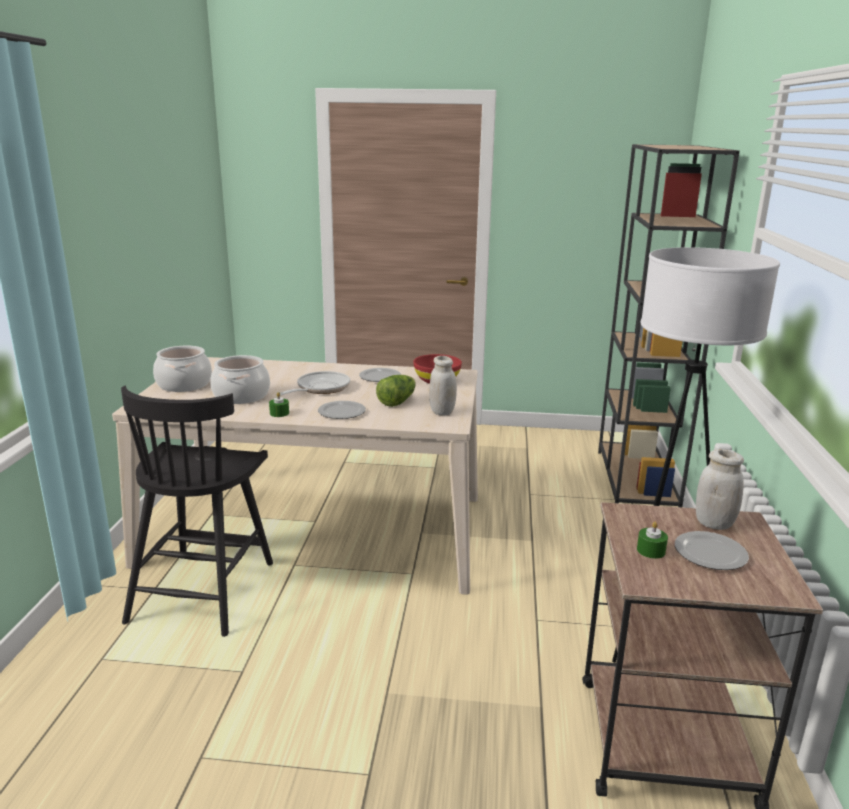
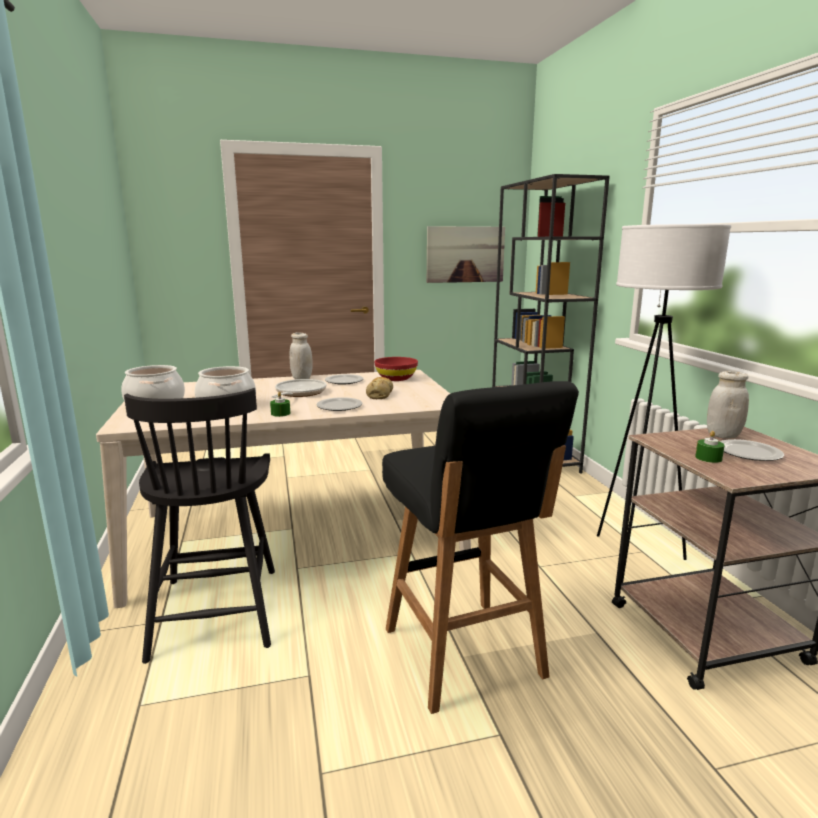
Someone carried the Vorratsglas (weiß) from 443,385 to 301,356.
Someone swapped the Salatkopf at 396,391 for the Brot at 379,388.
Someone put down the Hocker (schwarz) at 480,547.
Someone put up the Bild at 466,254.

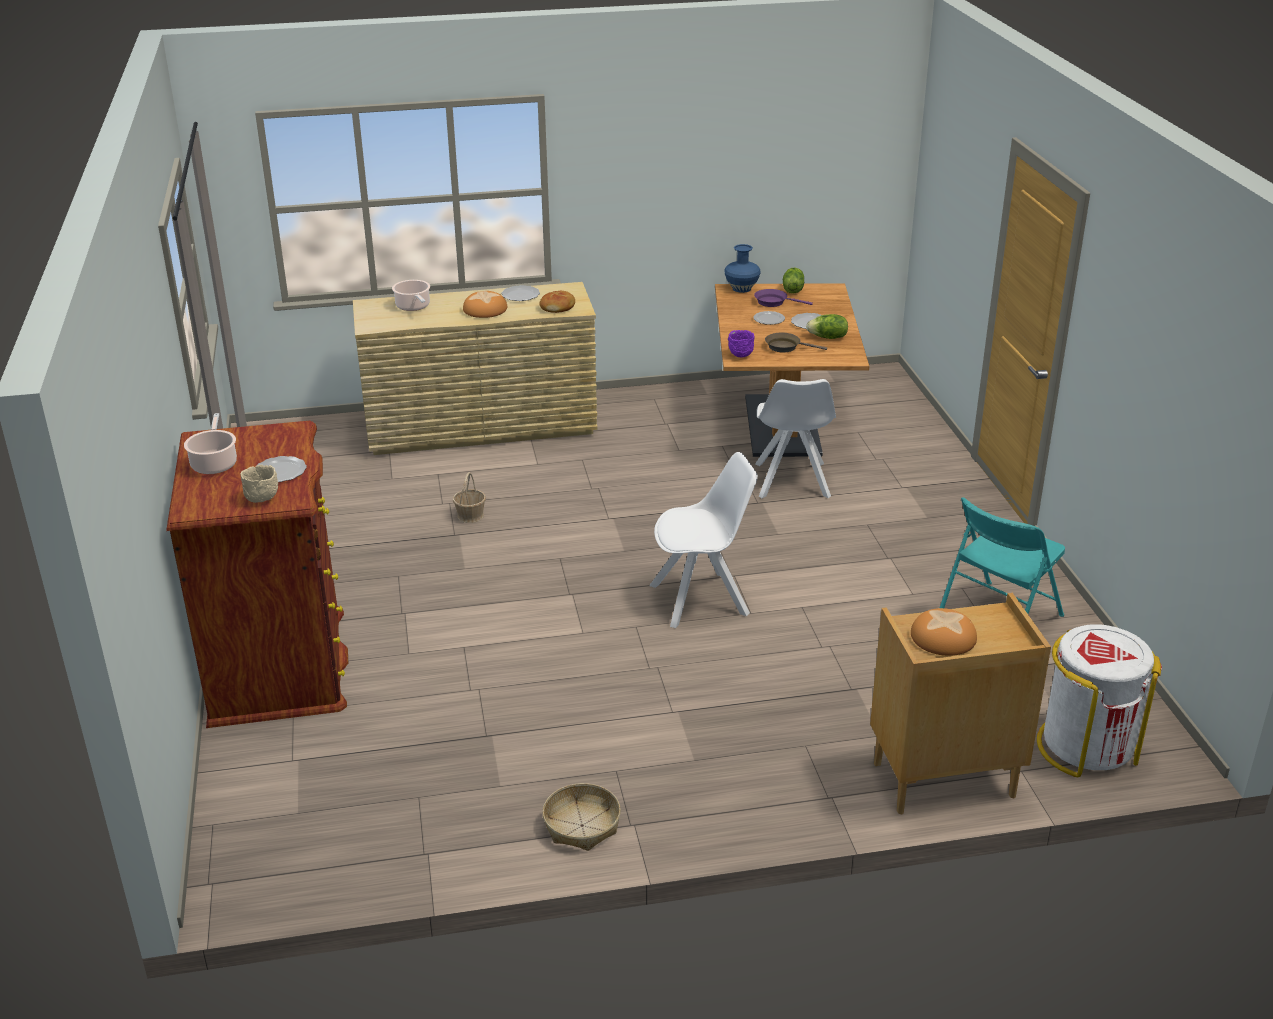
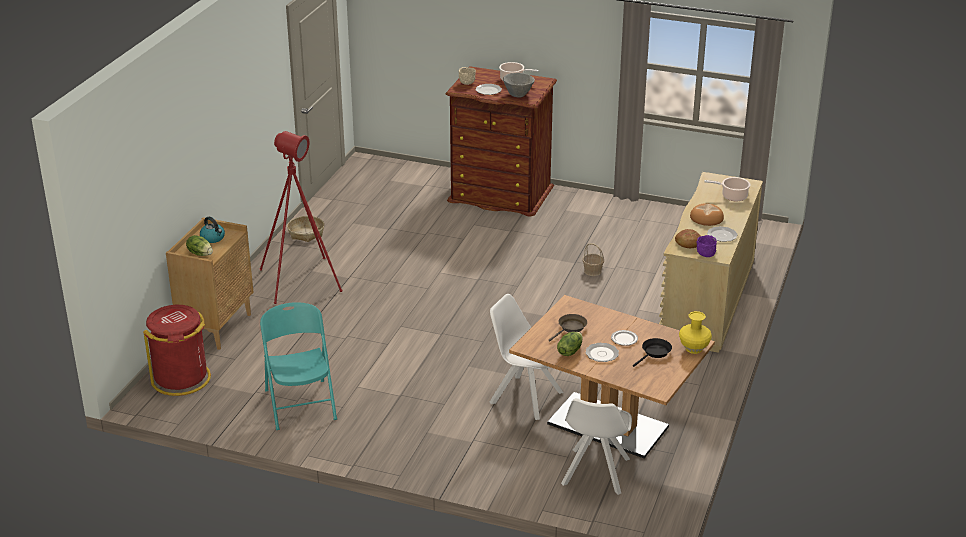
Someone repainted the Mülleimer (weiß) at 1099,700, which became the Mülleimer (rot) at 177,350.
Someone carried the Salatkopf from 793,281 to 199,245.
Someone swapped the Brot at 944,632 for the Wasserkessel at 212,229.
Someone put down the Stehlampe (rot) at 301,217.
Someone put down the Schüssel (grau) at 519,85.
Someone carried the Stuhl (weiß) from 703,540 to 596,446.
Someone repainted the Pfanne (lila) at 783,298, which became the Pfanne (schwarz) at 652,352.
Someone repainted the Vase (blau) at 743,268, which became the Vase (gelb) at 695,332.
Someone carried the Schüssel (lila) from 741,344 to 706,246.

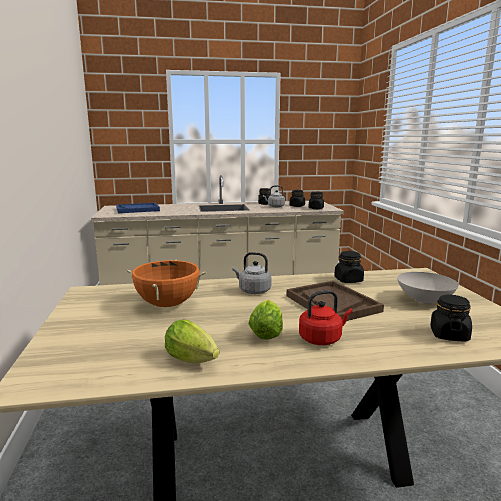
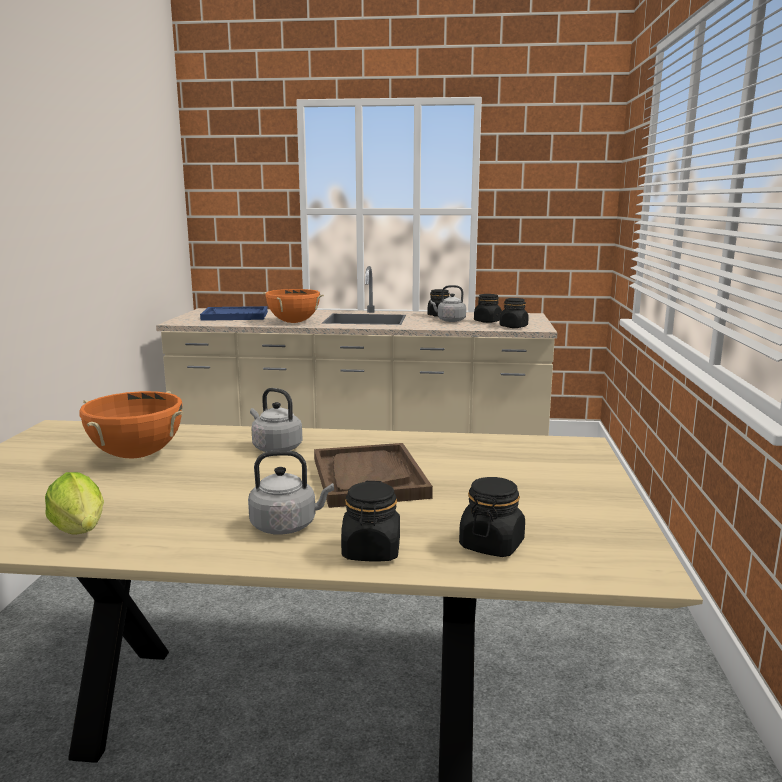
Someone repainted the Wasserkessel (rot) at 326,317, which became the Wasserkessel (grau) at 291,492.
Someone put down the Kochtopf (orange) at 293,306.
Someone carried the Vorratsglas (schwarz) from 349,267 to 370,521.
Someone took away the Salatkopf at 265,320.
Someone took away the Schüssel (weiß) at 428,288.

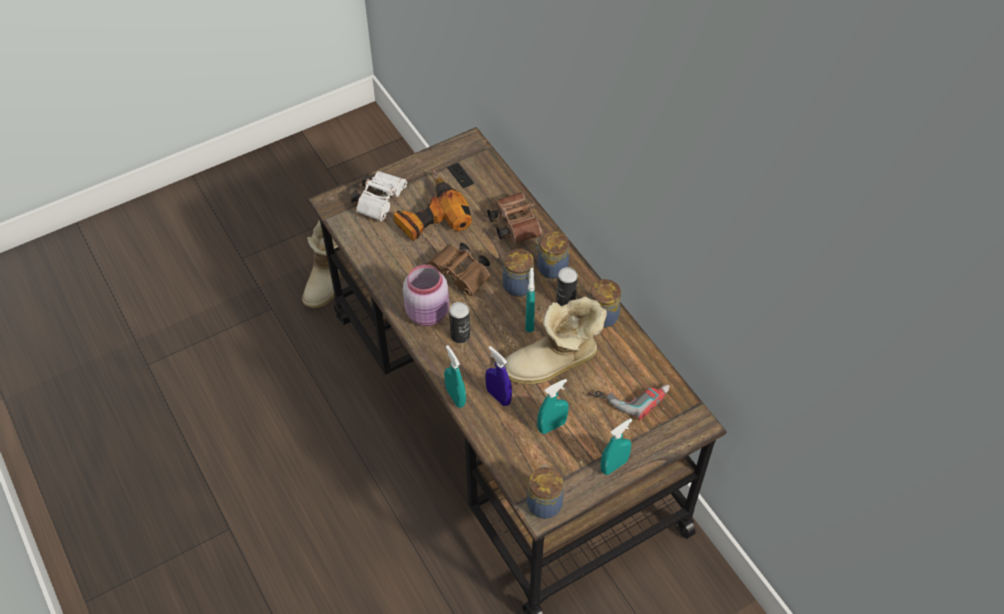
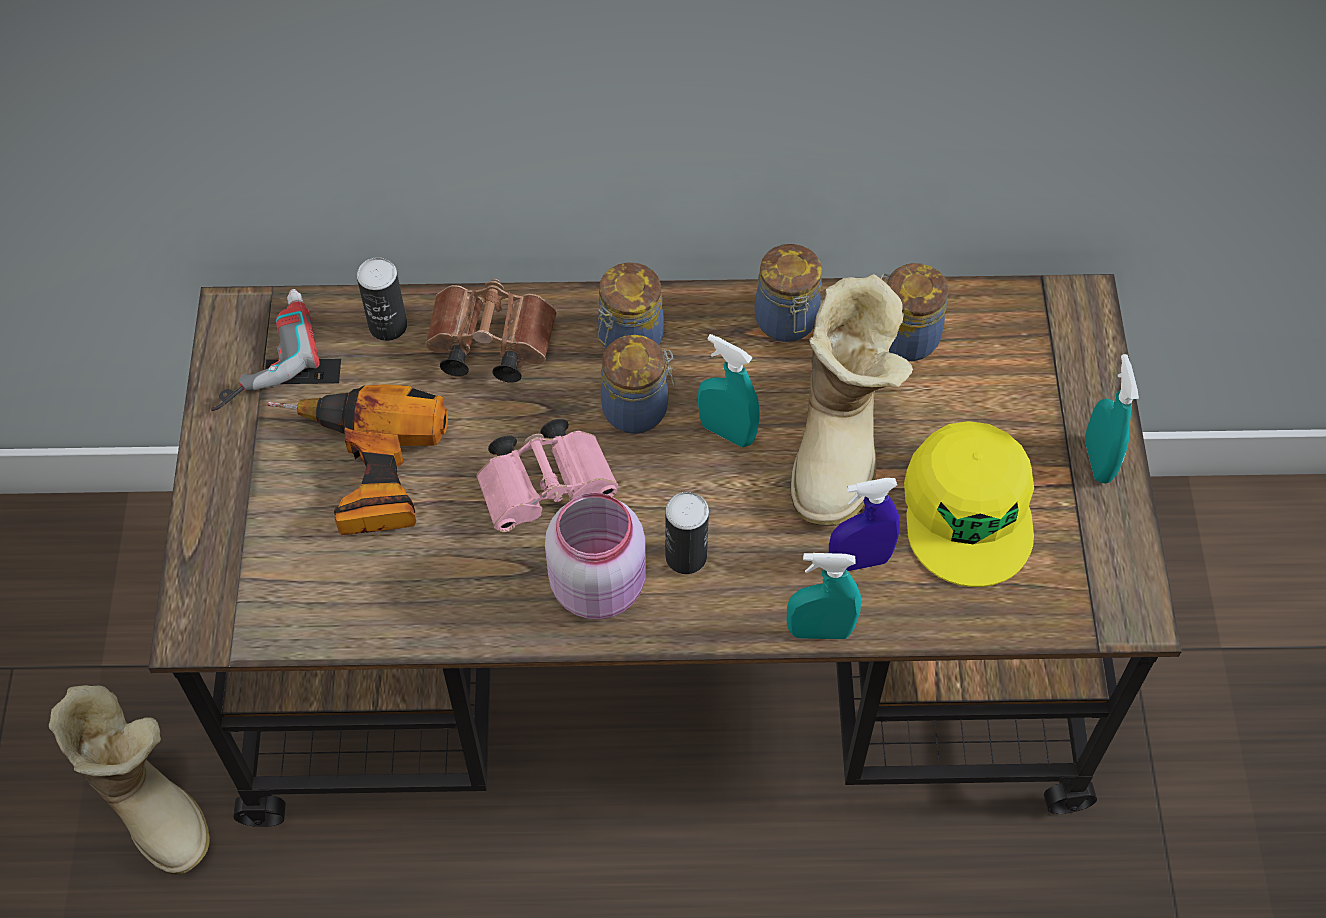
Someone carried the Bohrmaschine from 629,402 to 265,350.
Someone carried the Dose from 567,286 to 382,299.
Someone repainted the Fernglas (braun) at 458,269, which became the Fernglas (rosa) at 547,476.
Someone carried the Vorratsglas from 545,491 to 914,312.
Someone swapped the Sprühflasche (türkis) at 553,406 for the Kappe (gelb) at 969,504.
Someone took away the Fernglas (weiß) at 379,196.

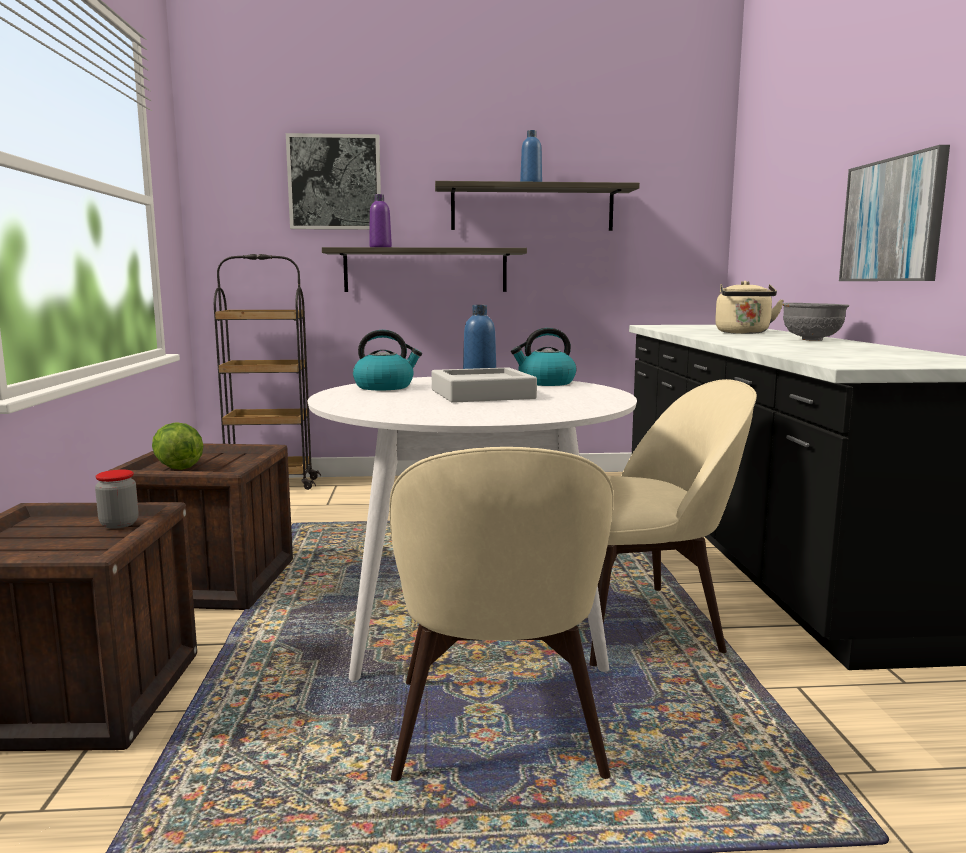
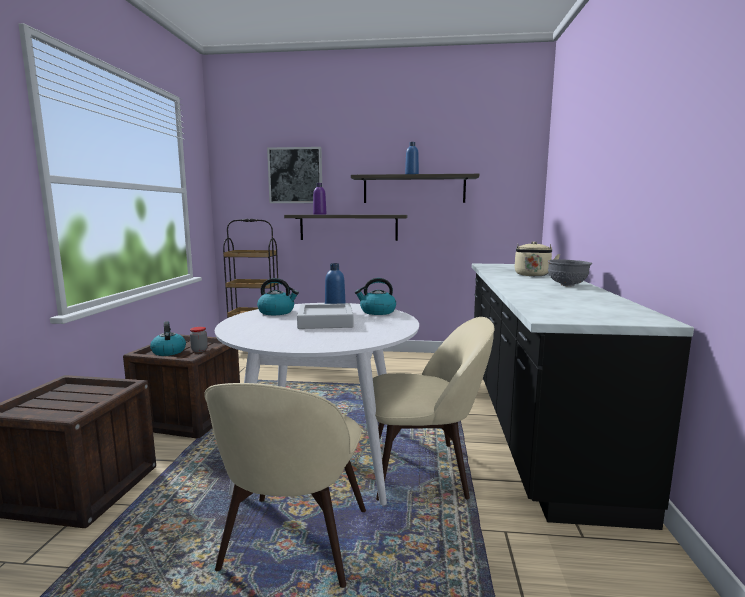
Someone swapped the Salatkopf at 177,446 for the Wasserkessel at 168,338.
Someone carried the Vorratsglas from 117,499 to 199,339.
Someone took away the Bild at 894,213.

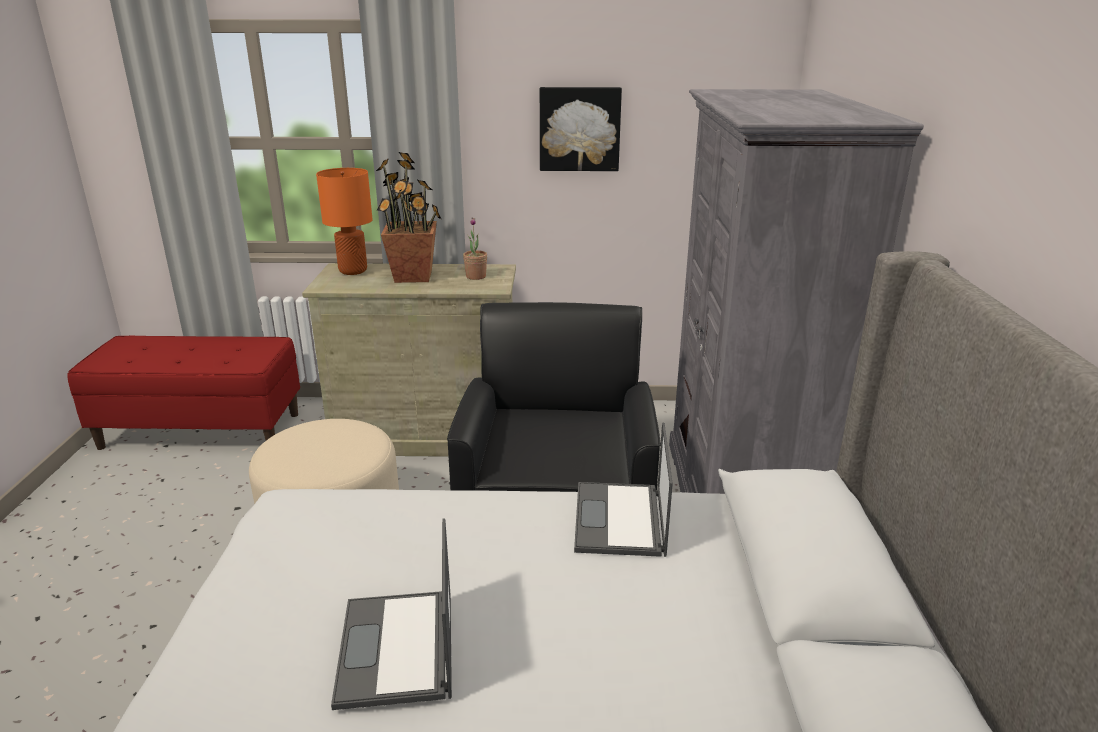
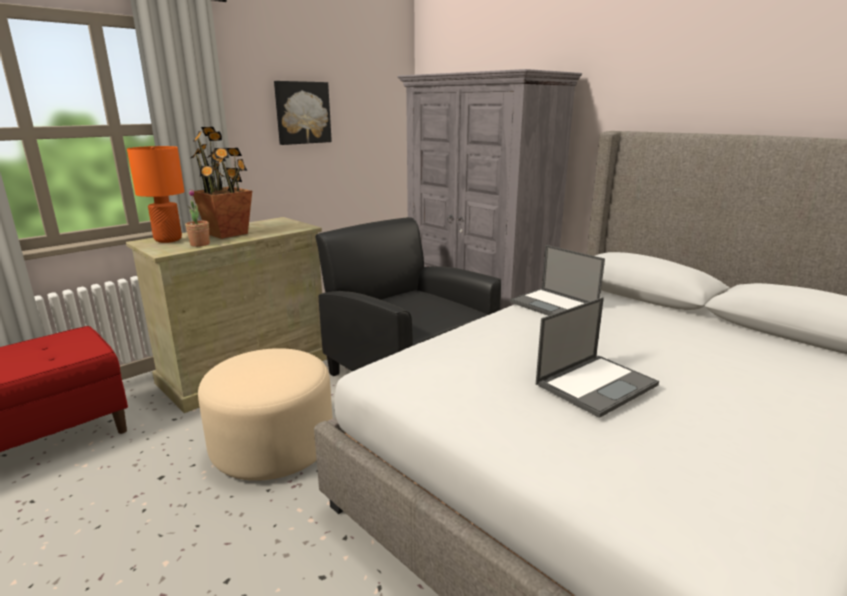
Someone carried the Topfpflanze from 475,249 to 197,218.
Someone rotated the Laptop at 391,614 by 75 degrees counterclockwise.

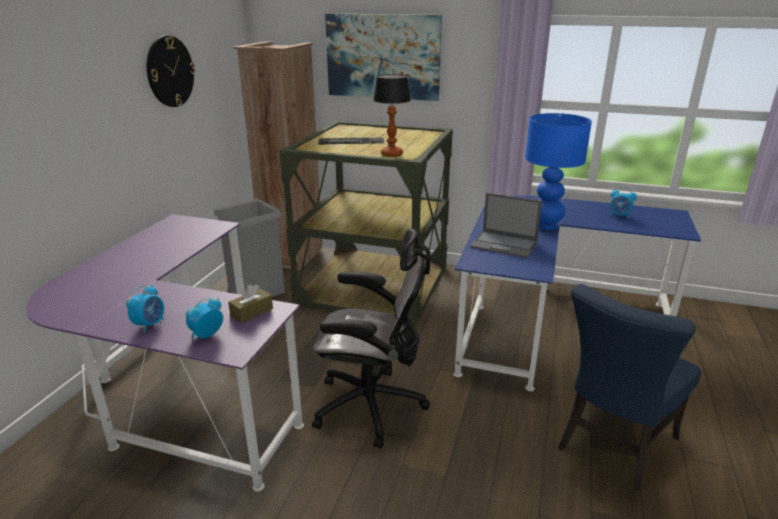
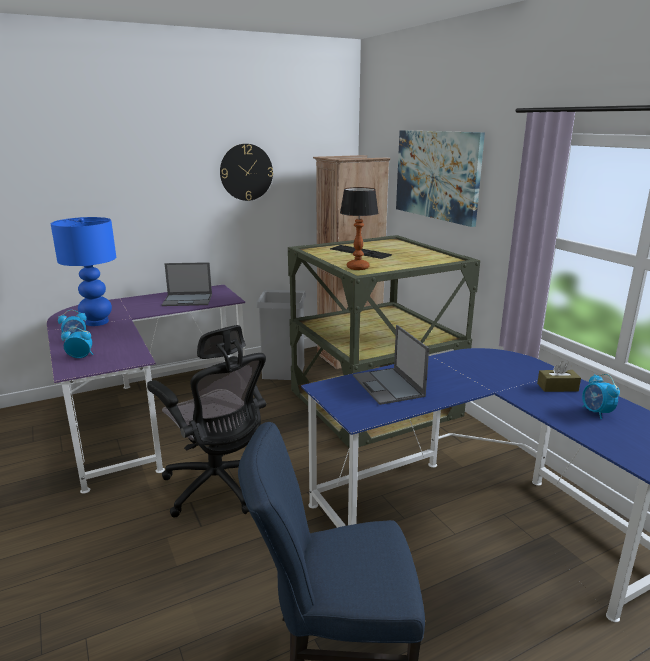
Someone carried the Tischlampe (blau) from 558,171 to 83,271.
Someone put down the Laptop at 187,284.
Someone carried the Taschentuchbox (braun) from 250,303 to 559,376.

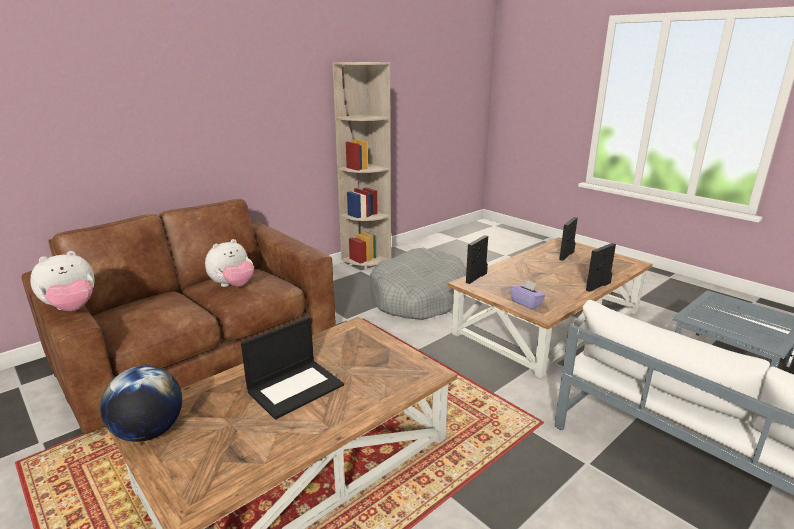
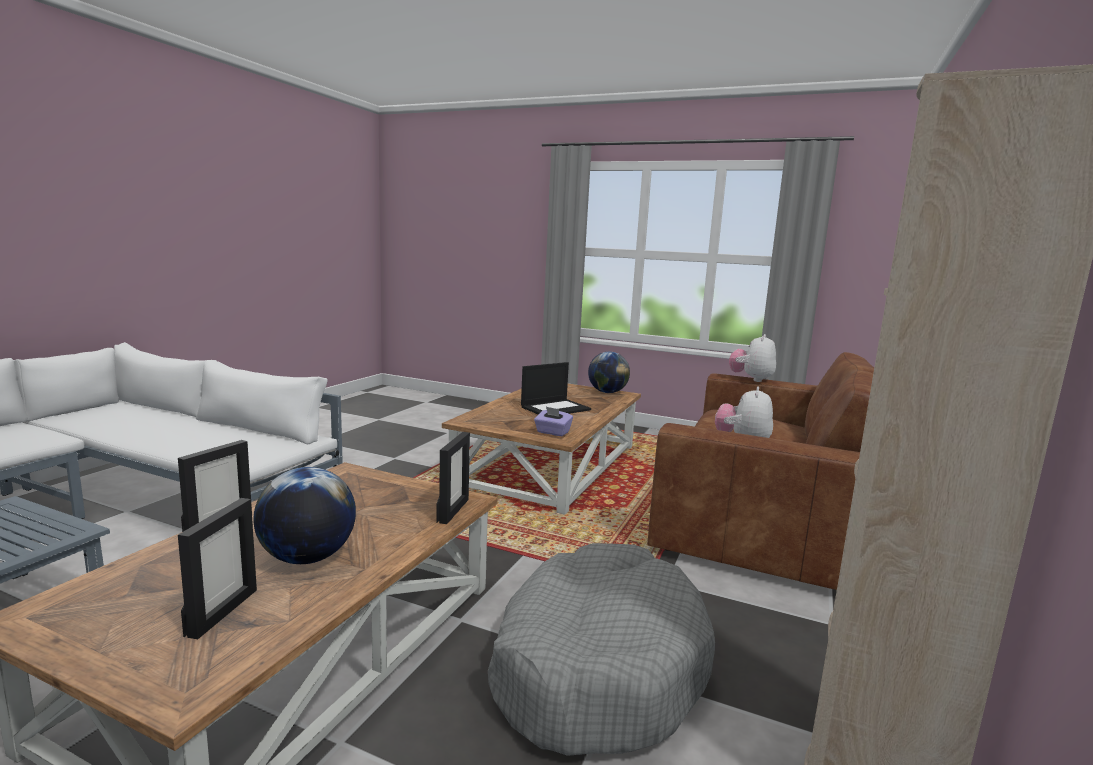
Someone put down the Globus at 304,515.
Someone rotated the Laptop at 292,368 by 150 degrees counterclockwise.
Someone carried the Taschentuchbox (lila) from 527,294 to 553,421.

